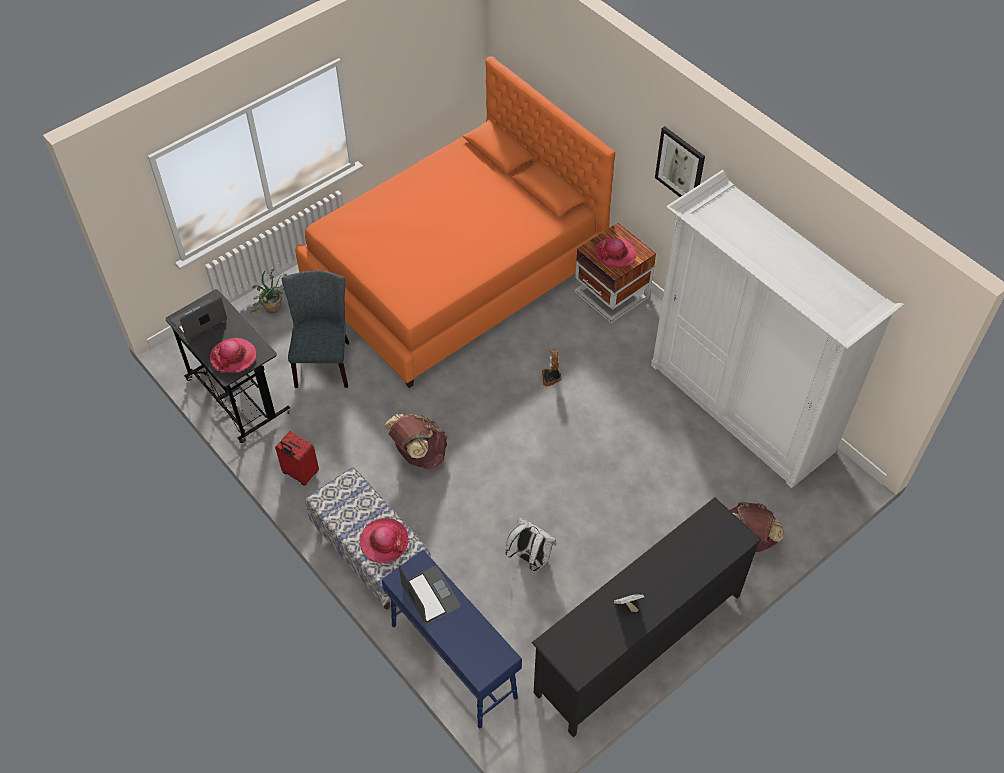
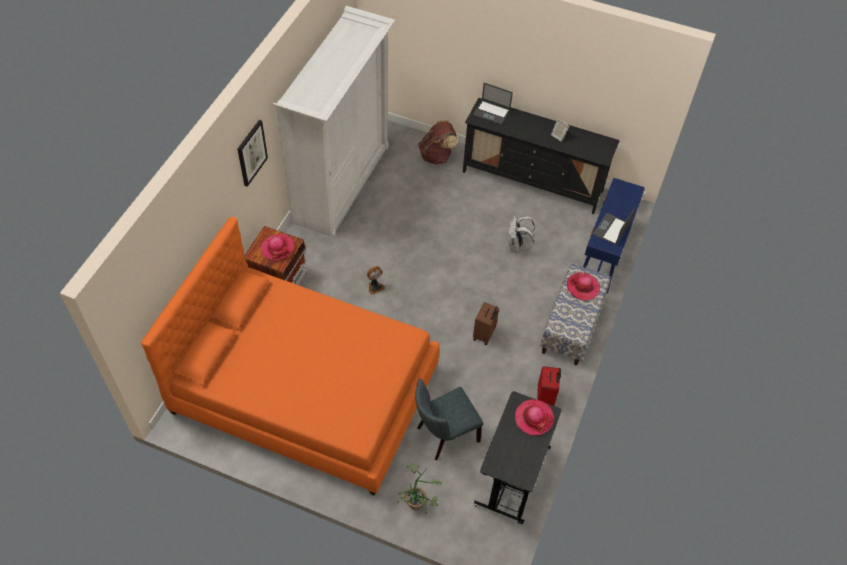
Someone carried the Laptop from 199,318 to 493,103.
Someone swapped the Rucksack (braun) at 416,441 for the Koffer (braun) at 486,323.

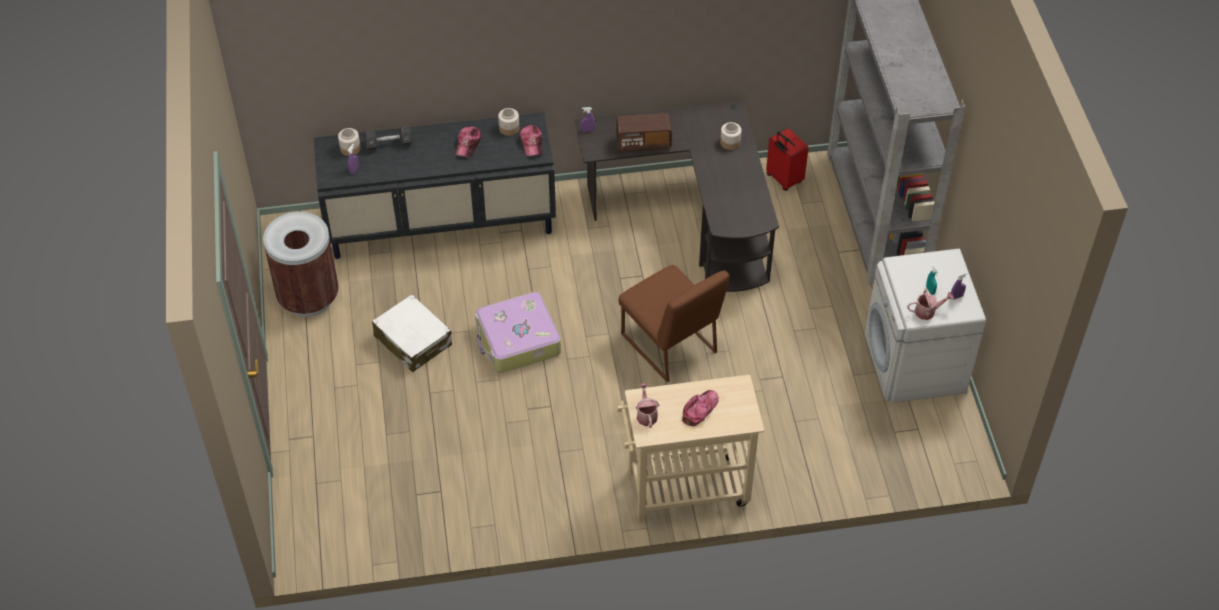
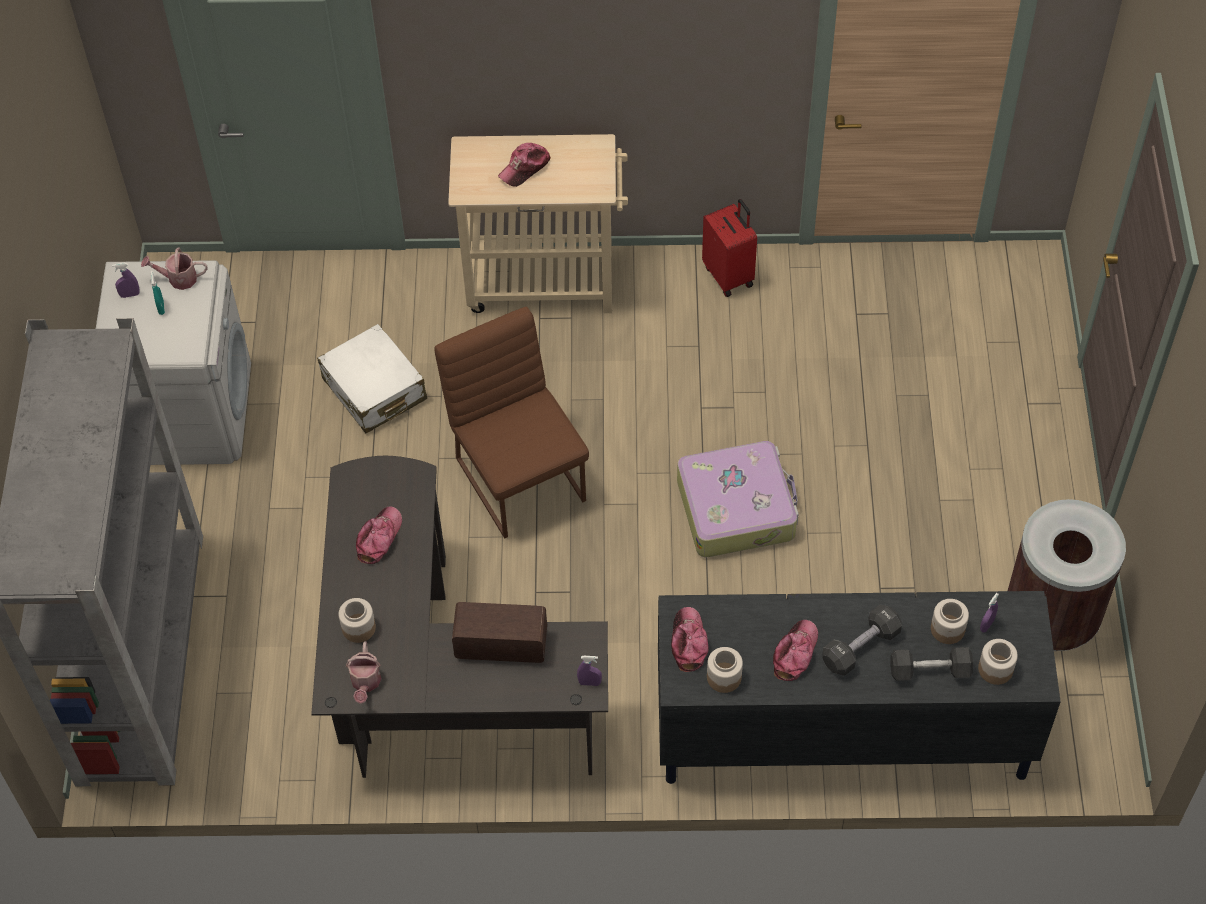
Someone carried the Koffer (weiß) from 412,333 to 372,378.
Someone carried the Gießkanne from 647,405 to 364,672.
Someone put down the Kappe at 379,535.
Someone carried the Koffer (rot) from 787,159 to 729,248.
Someone put down the Hantel (schwarz) at 862,640.
Someone put down the Vorratsglas at 950,621.

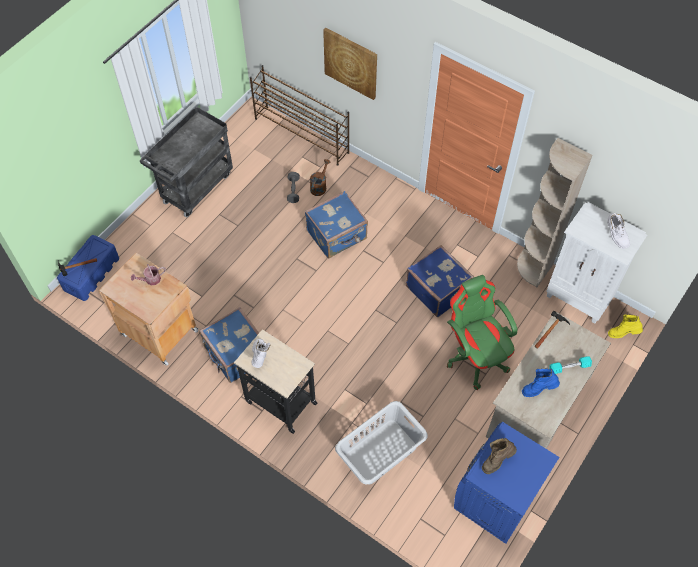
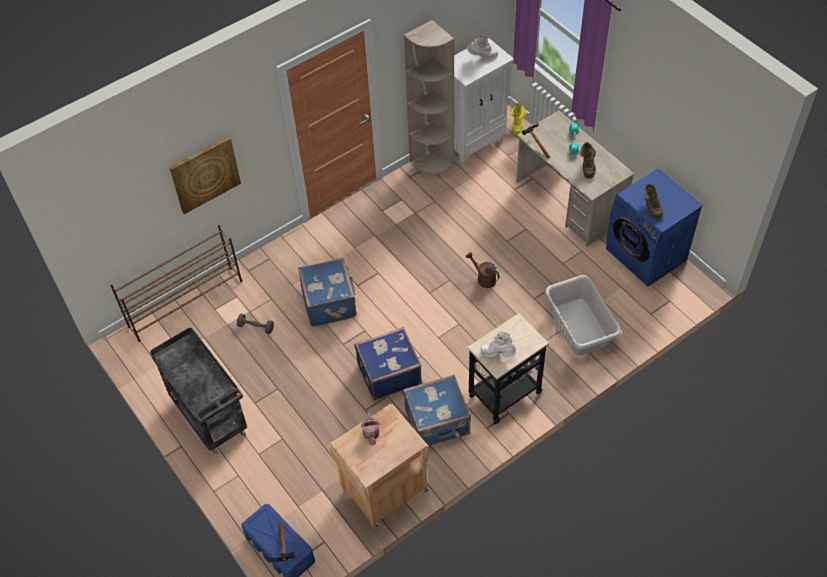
Someone carried the Koffer (blau) from 440,281 to 388,363.
Someone carried the Gießkanne (braun) from 320,177 to 483,270.
Someone repainted the Stiefel (blau) at 541,382, which became the Stiefel (braun) at 587,160.
Someone took away the Bürostuhl (grün) at 482,332.

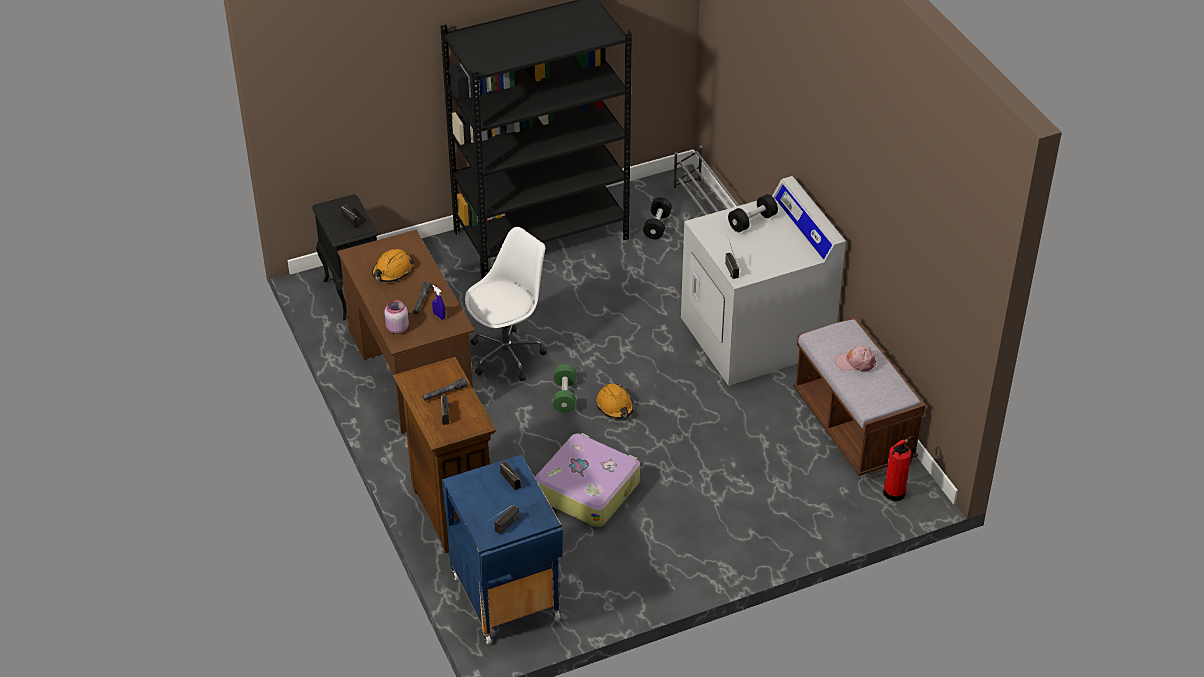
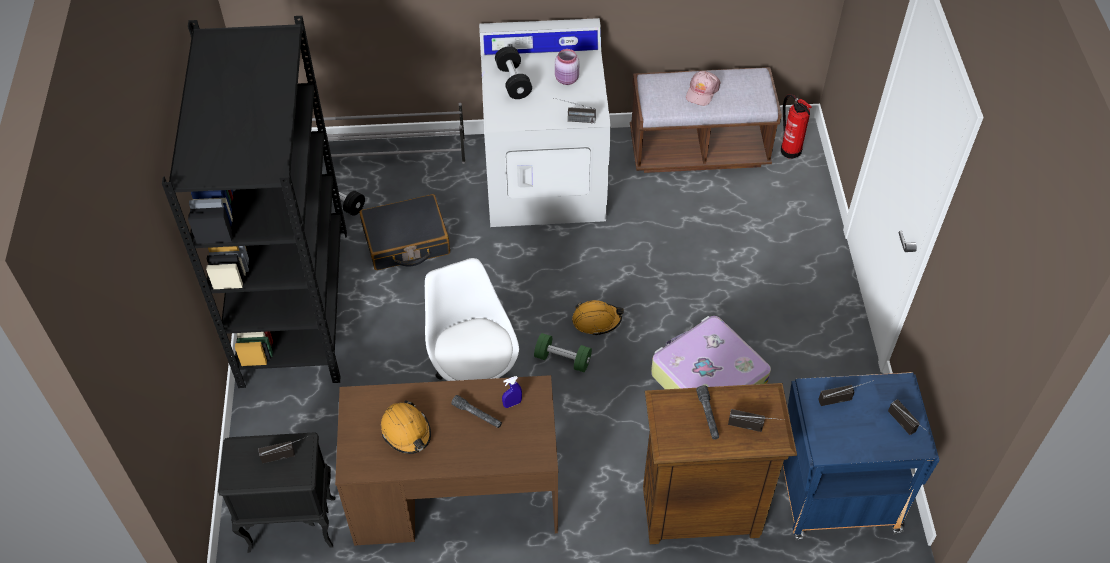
Someone put down the Koffer (schwarz) at 405,232.
Someone carried the Vorratsglas (rosa) from 396,317 to 567,67.

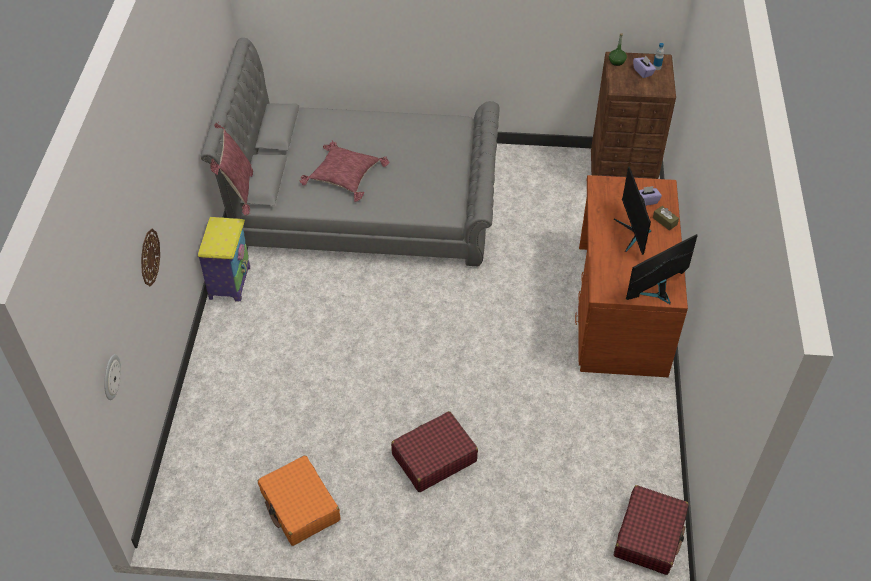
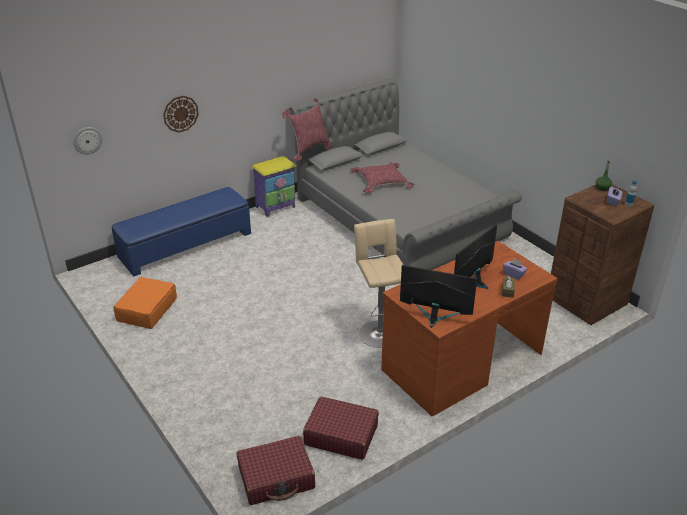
Someone put down the Bank (blau) at 181,231.
Someone carried the Koffer (rot) from 434,451 to 341,428.
Someone put down the Hocker (beige) at 378,283.

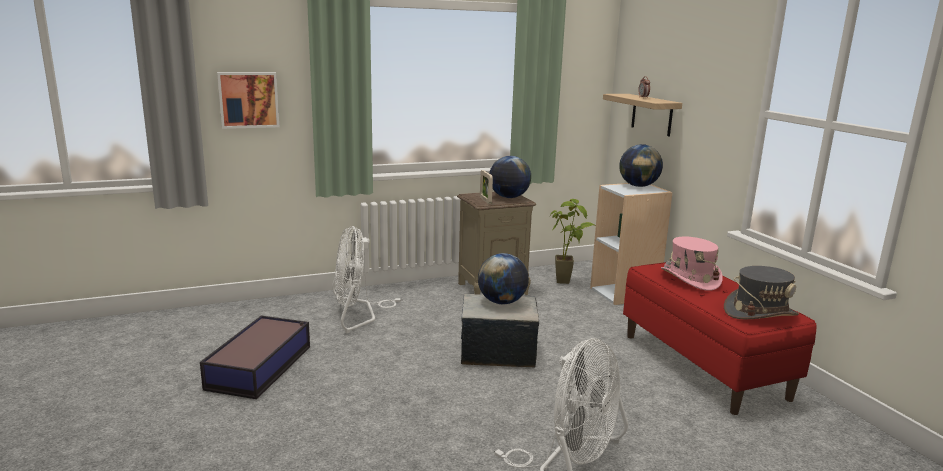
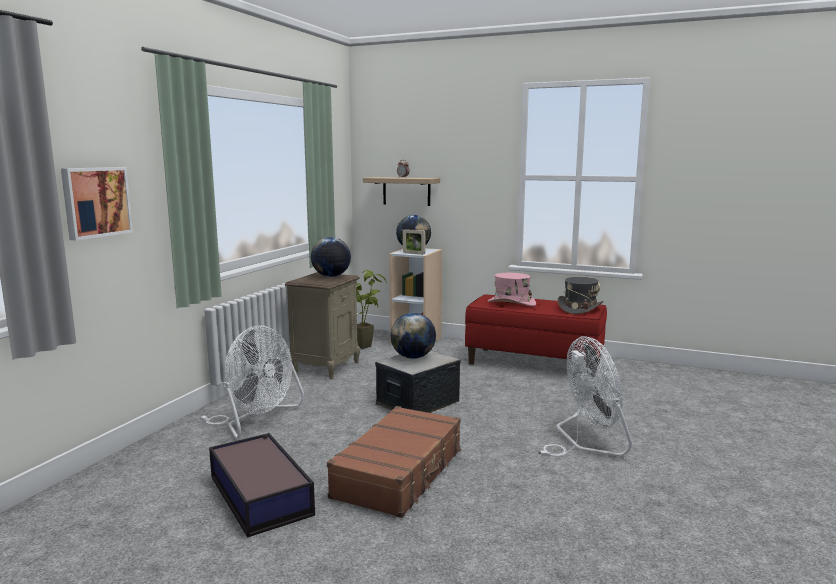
Someone rotated the Ventilator (weiß) at 367,279 by 90 degrees counterclockwise.
Someone put down the Koffer (braun) at 394,462.
Someone carried the Bilderrahmen from 486,187 to 414,242.

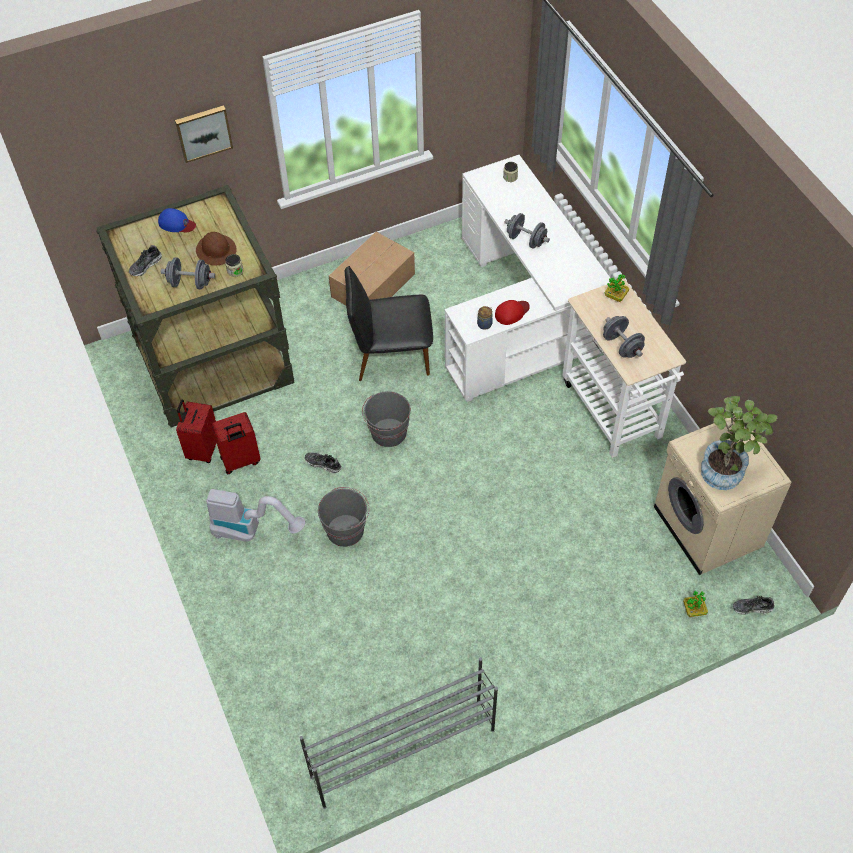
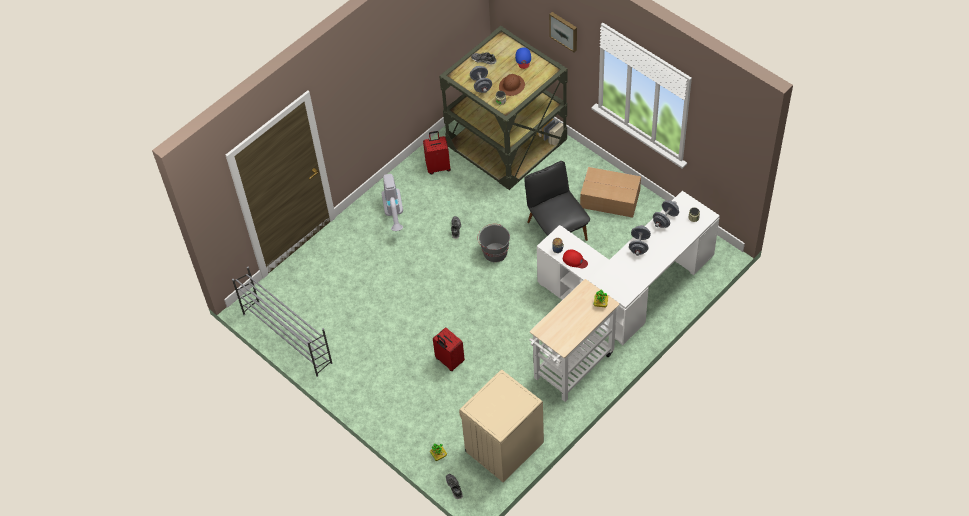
Someone carried the Koffer (rot) from 236,443 to 449,349.
Someone carried the Hantel (grau) from 624,337 to 666,214.
Someone took away the Eimer (grau) at 343,517.
Someone took away the Topfpflanze at 739,443.

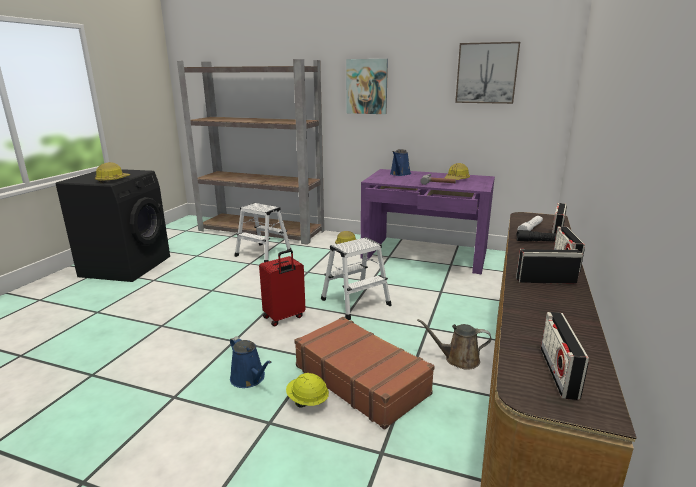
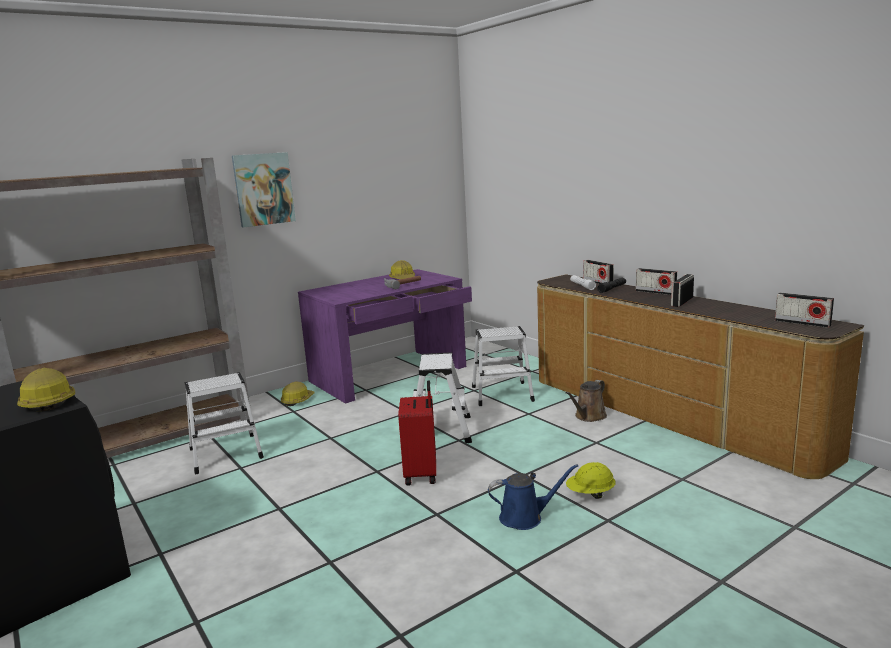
Someone put down the Trittleiter (weiß) at 503,366.
Someone took away the Koffer (braun) at 364,373.
Someone took away the Gießkanne (blau) at 400,162.
Someone took away the Bild at 487,73.

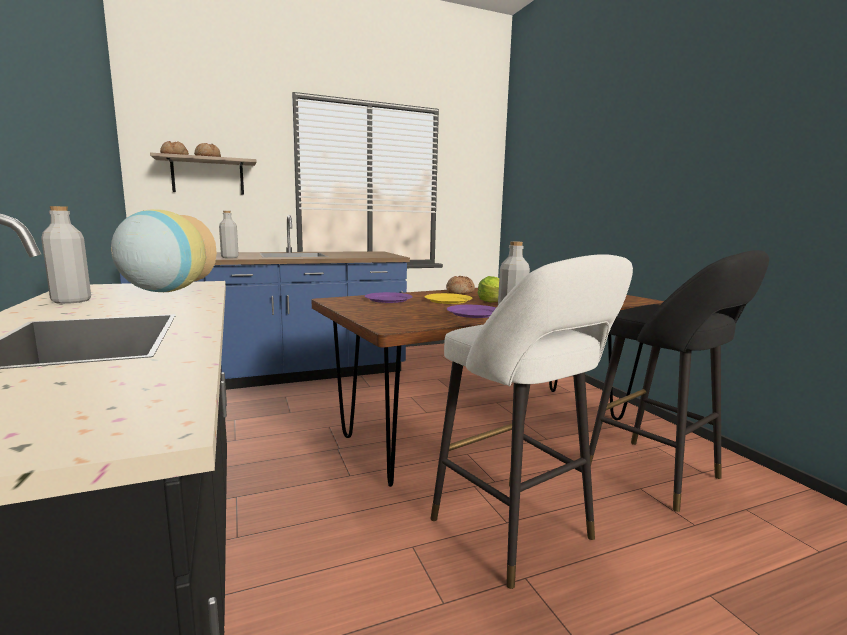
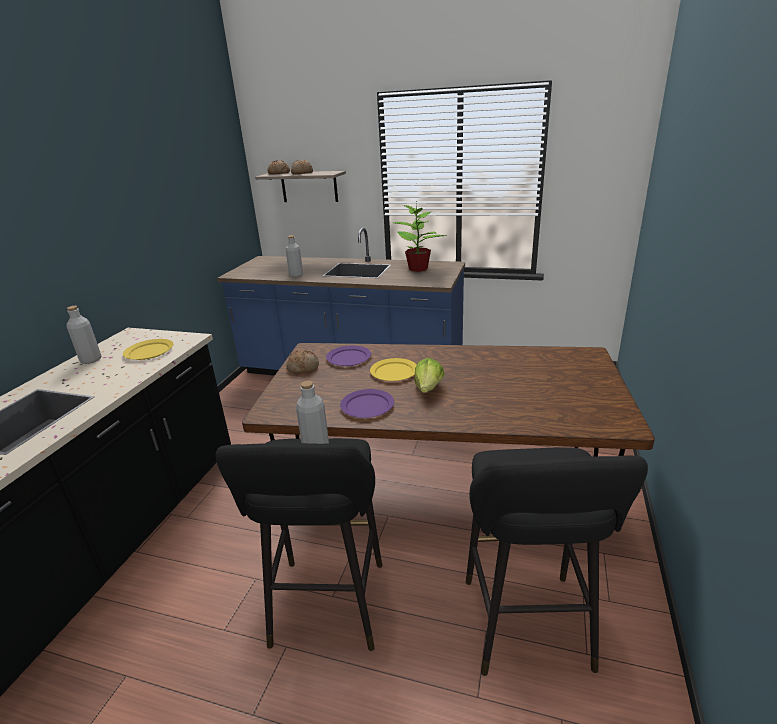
Someone swapped the Vase at 164,250 for the Teller (gelb) at 148,349.
Someone repainted the Hocker (weiß) at 532,421, which became the Hocker (schwarz) at 299,544.
Someone carried the Brot from 460,285 to 302,361.
Someone put down the Topfpflanze at 419,237.

